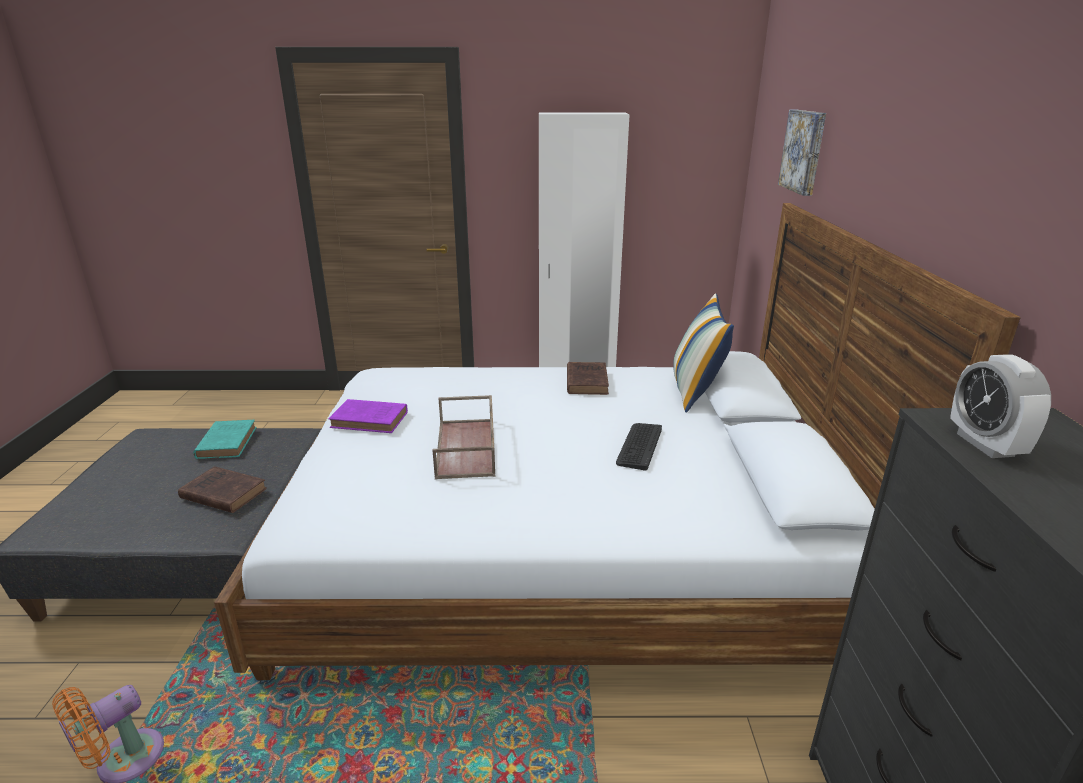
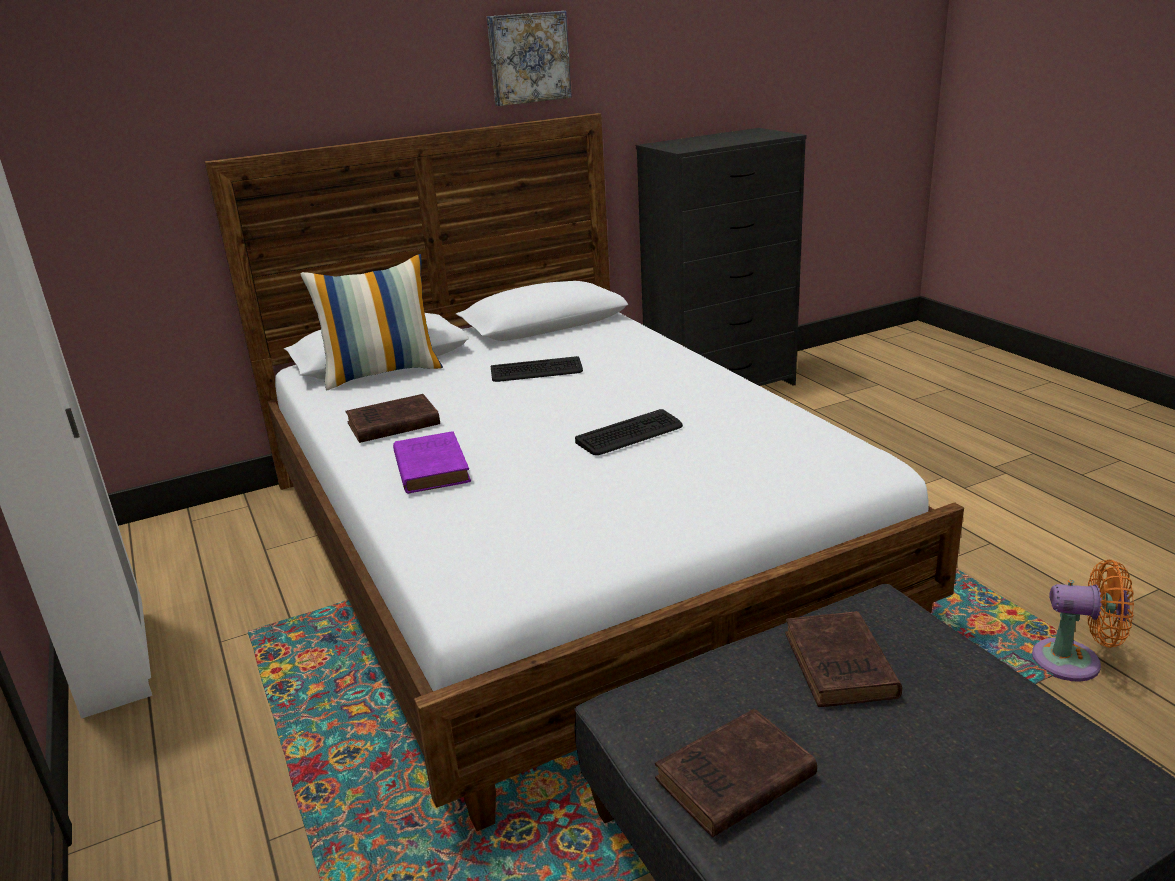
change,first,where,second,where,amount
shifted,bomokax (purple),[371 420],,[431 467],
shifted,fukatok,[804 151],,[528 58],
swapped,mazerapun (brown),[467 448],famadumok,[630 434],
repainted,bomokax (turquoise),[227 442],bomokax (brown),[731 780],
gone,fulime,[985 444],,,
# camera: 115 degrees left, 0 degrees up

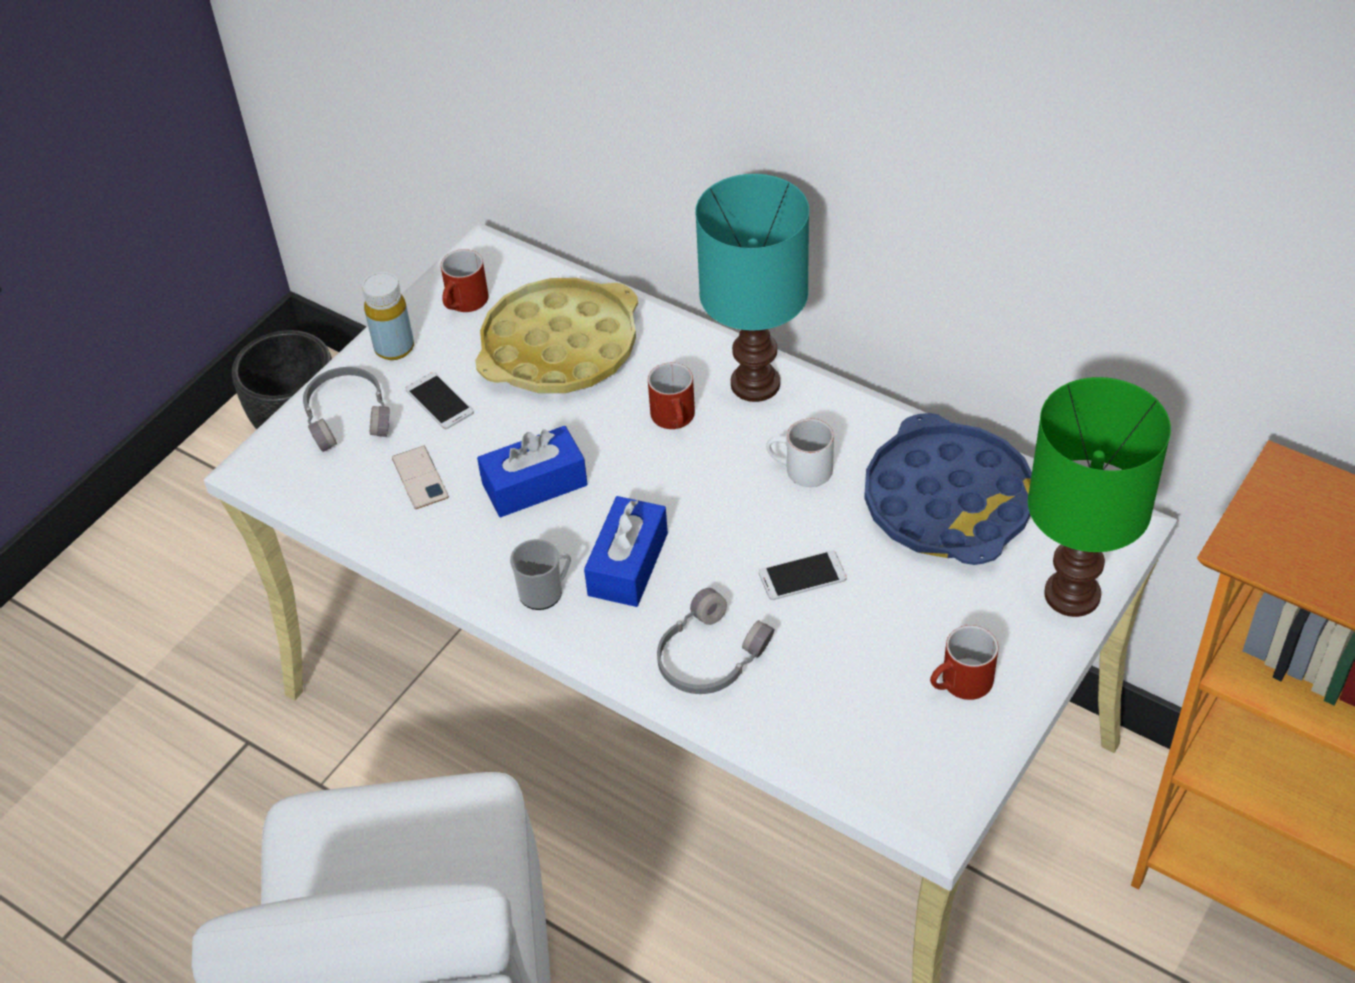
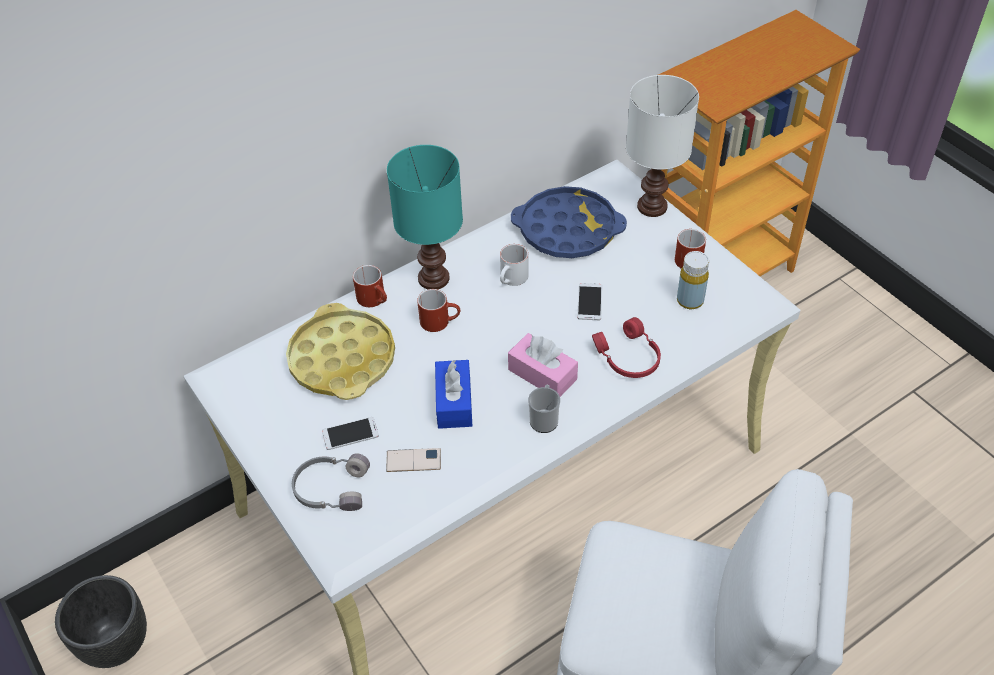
change,first,where,second,where,amount
shifted,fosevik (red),[465 304],,[375 299],
repainted,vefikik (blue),[628 564],vefikik (pink),[542 374],
repainted,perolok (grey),[708 656],perolok (red),[628 357],
repainted,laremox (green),[1072 596],laremox (white),[653 207],
shifted,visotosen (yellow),[394 348],,[690 300],
# camera: 70 degrees left, 0 degrees up

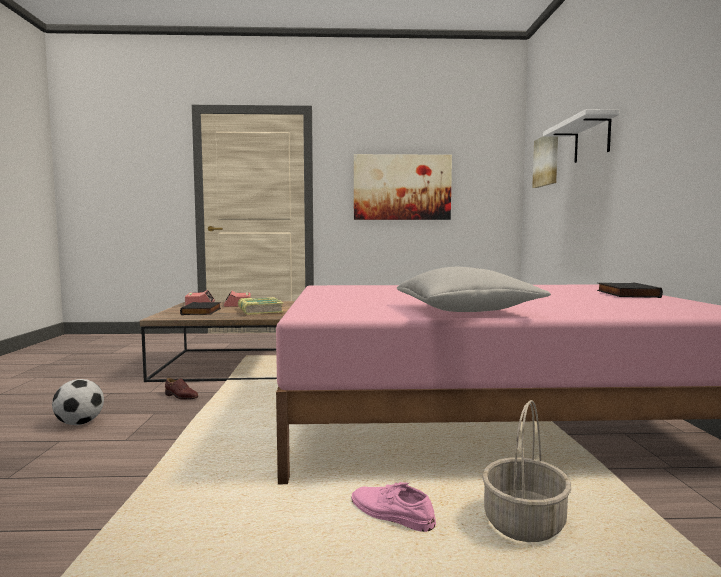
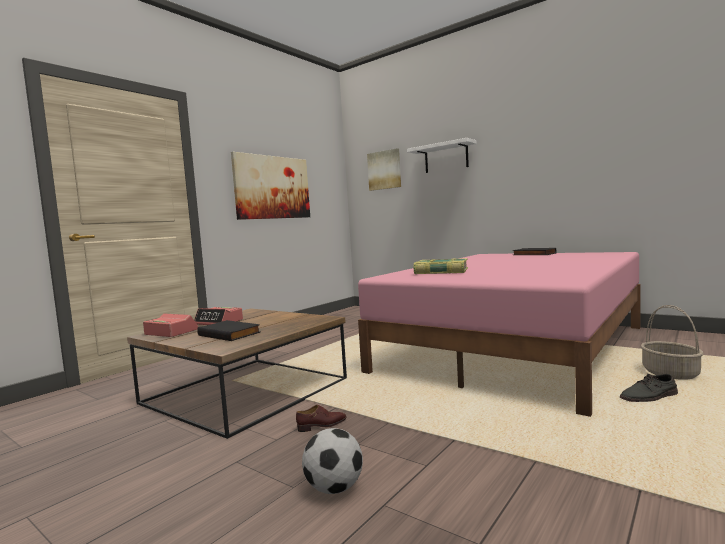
change,first,where,second,where,amount
shifted,bomokax,[259 311],,[441 272],
repainted,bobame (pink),[390 514],bobame (grey),[649 397],
gone,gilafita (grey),[466 310],,,
# camera: 50 degrees left, 0 degrees up

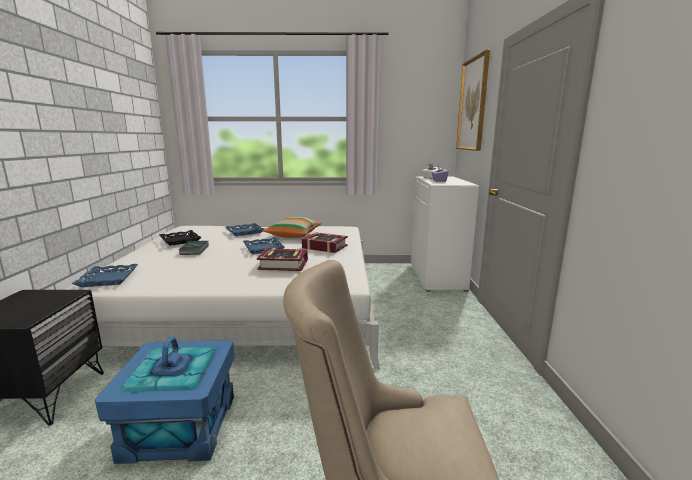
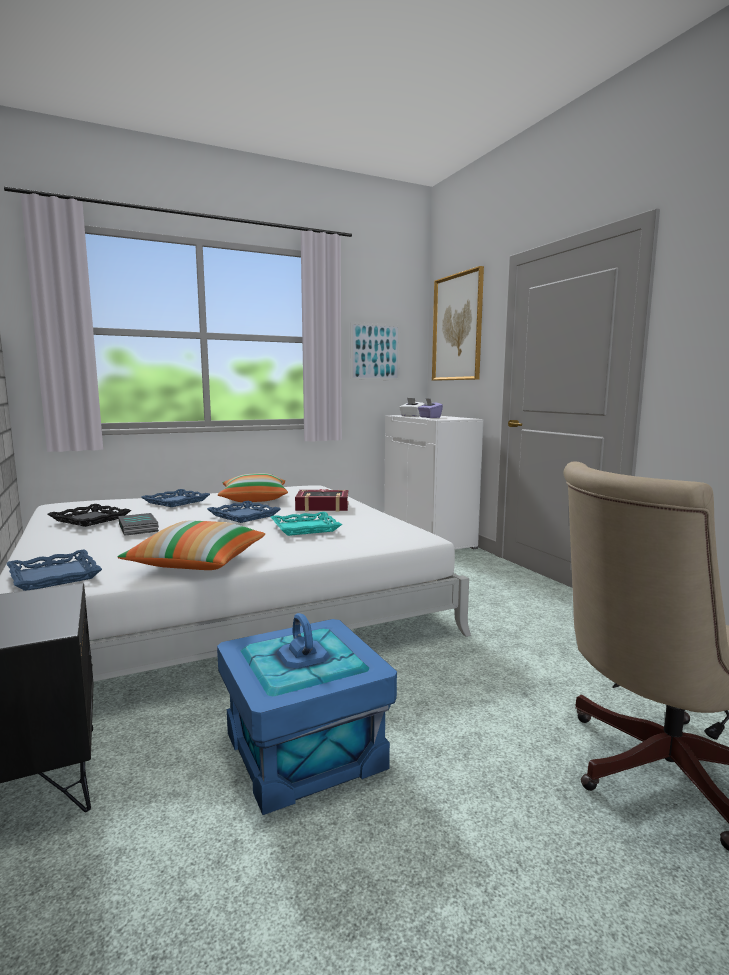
change,first,where,second,where,amount
new,,,gilafita,[198 563],
swapped,bomokax,[283 264],mazerapun (turquoise),[305 528],
new,,,fukatok,[375 352],
# camera: 25 degrees left, 5 degrees down

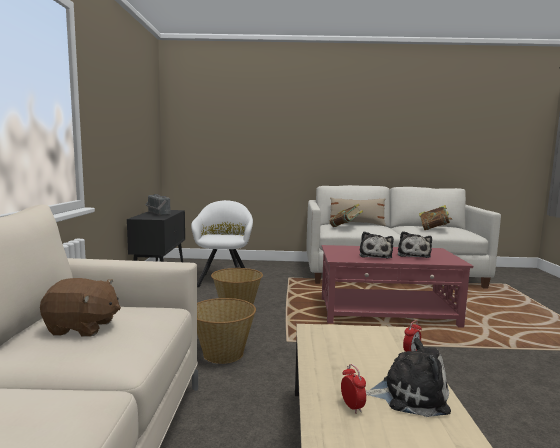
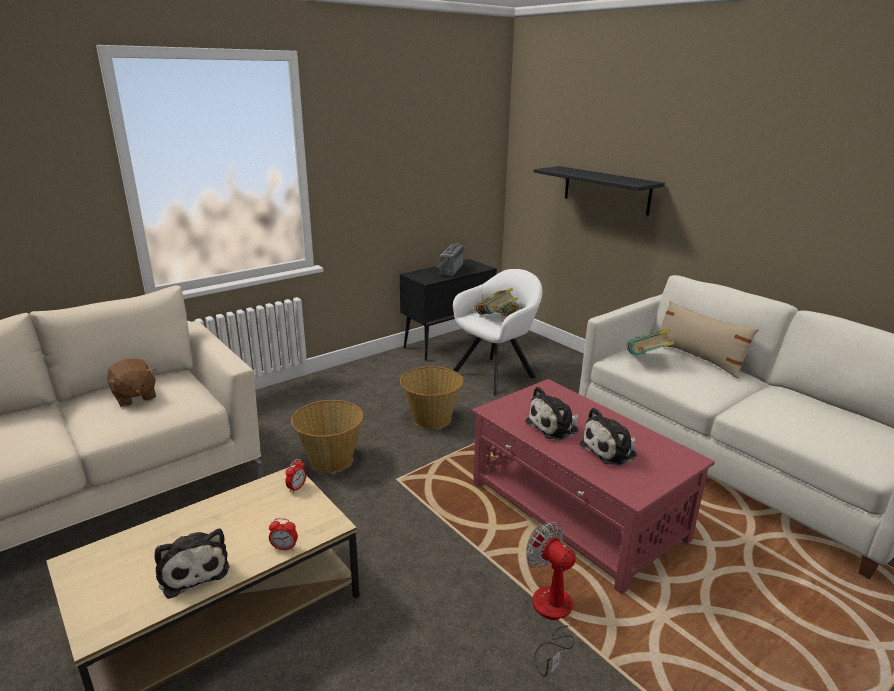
change,first,where,second,where,amount
shifted,fulime,[352 406],,[297 488],
shifted,bomokax,[434 229],,[495 317],
new,,,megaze,[551 616],
new,,,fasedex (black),[606 190],
# camera: 50 degrees right, 15 degrees up

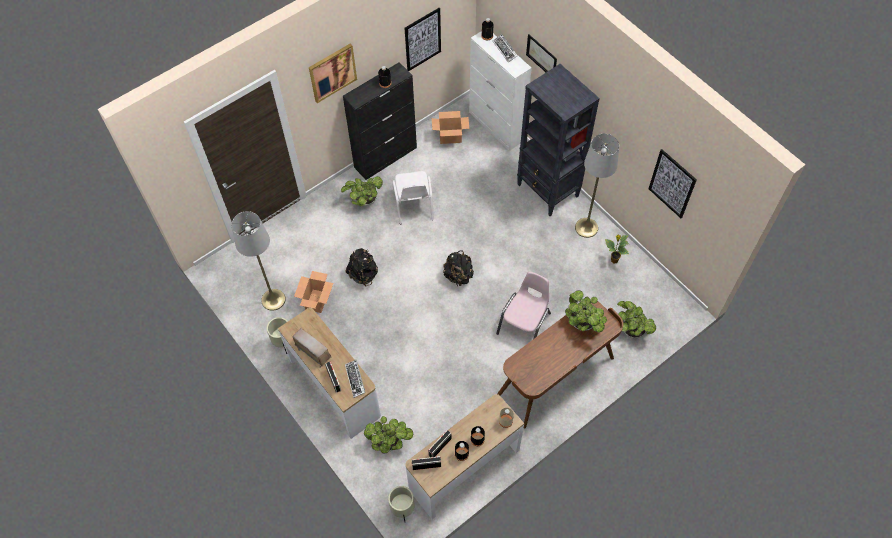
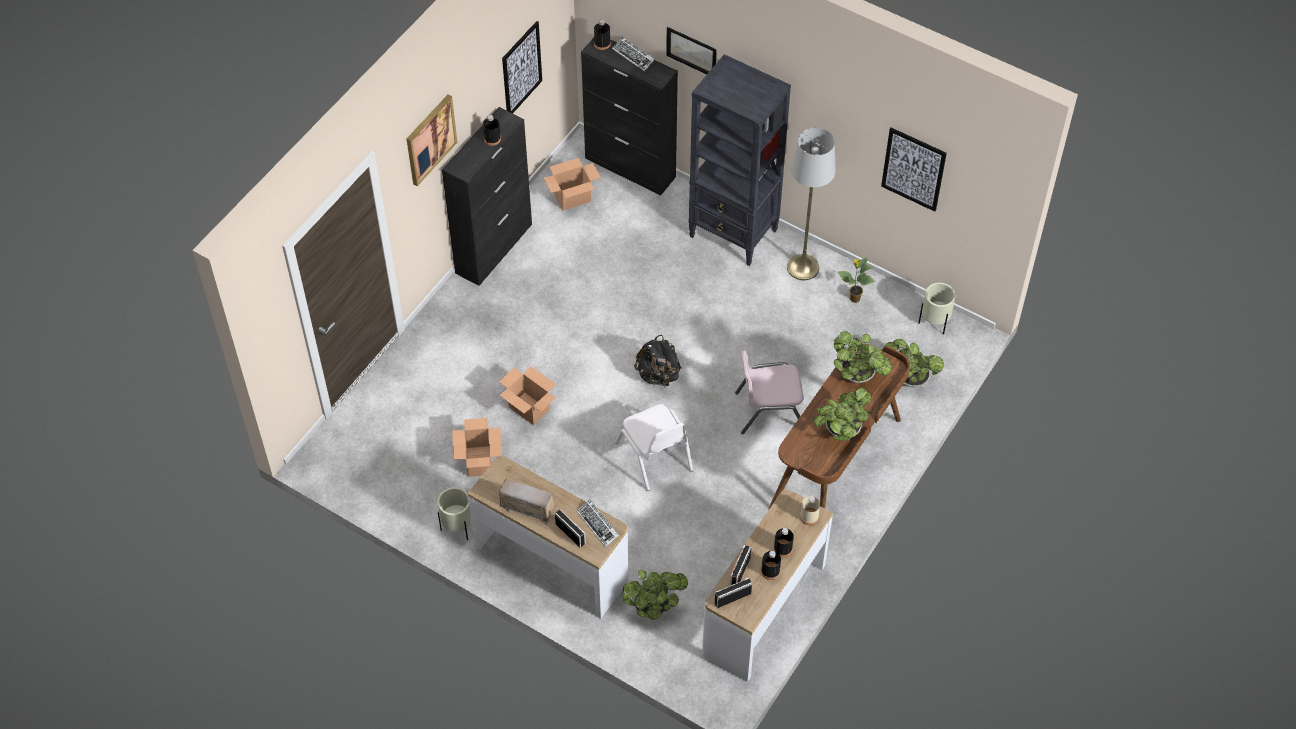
change,first,where,second,where,amount
swapped,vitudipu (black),[363 274],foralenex,[528 408],
repainted,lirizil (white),[496 127],lirizil (black),[630 168],
shifted,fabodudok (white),[413 204],,[654 456],
rotated,fabodudok (pink),[524 323],,[770 410],105 degrees counterclockwise
shifted,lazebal,[364 201],,[840 432],
shifted,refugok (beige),[403 509],,[934 323],
gone,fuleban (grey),[273 299],,,
# camera: 20 degrees left, 5 degrees down

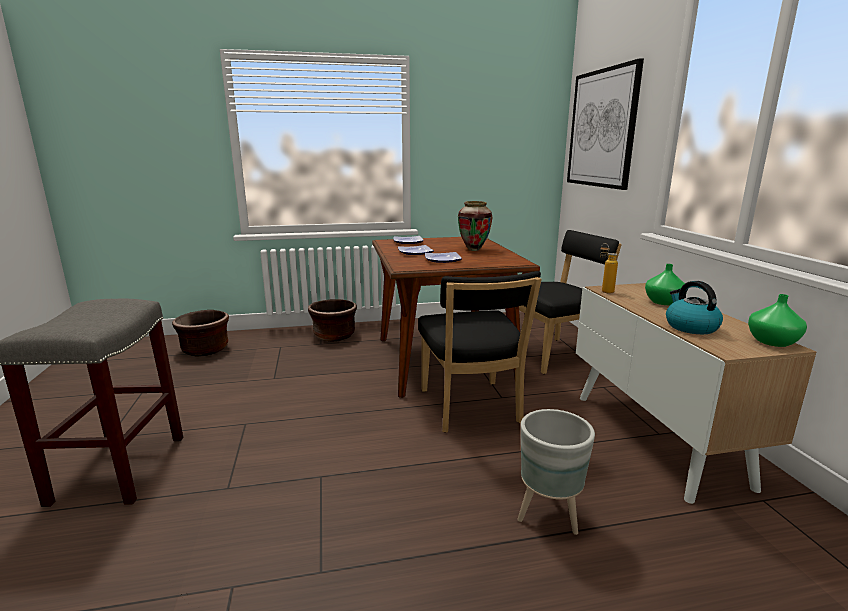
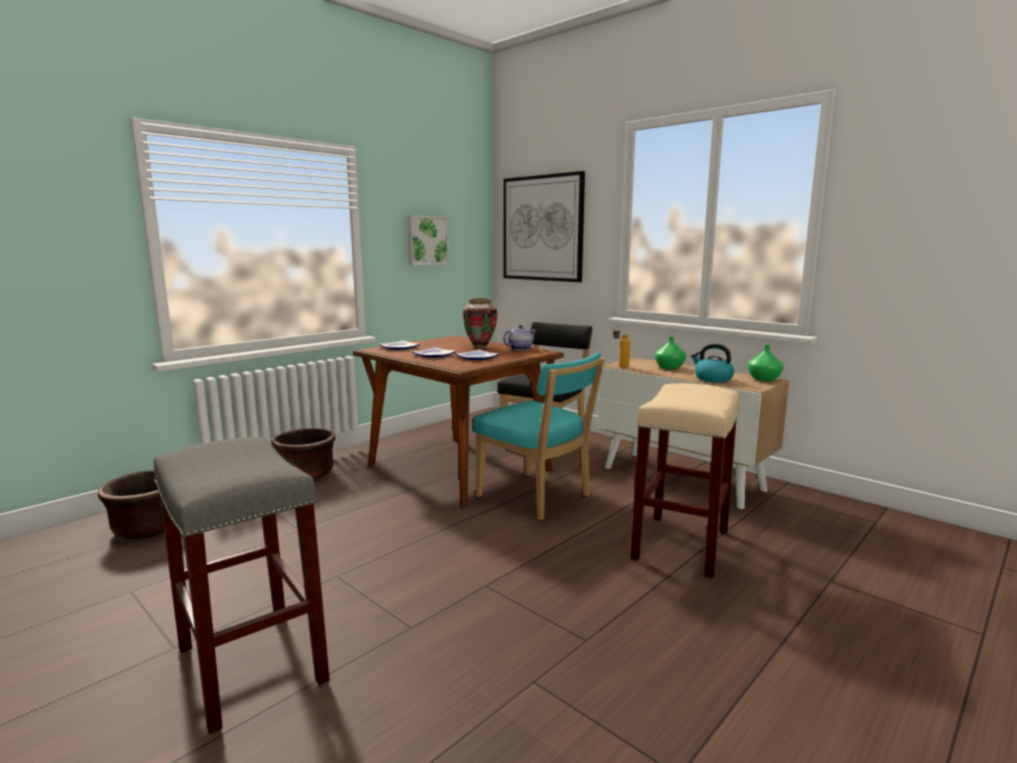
change,first,where,second,where,amount
new,,,fukatok,[426 240],
repainted,fabodudok (black),[471 409],fabodudok (turquoise),[537 498],
new,,,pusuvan,[520 348],
swapped,refugok (grey),[548 516],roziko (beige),[681 545],
# camera: 35 degrees left, 5 degrees down

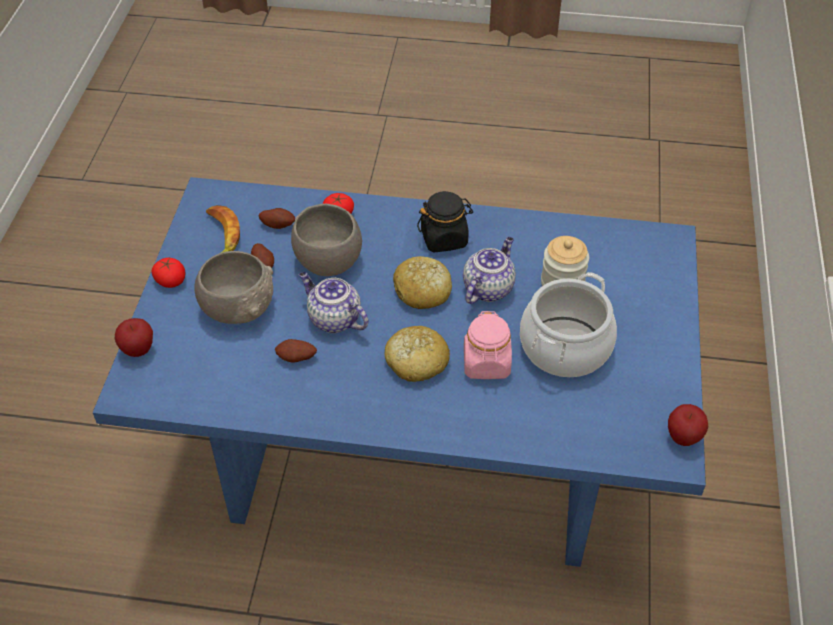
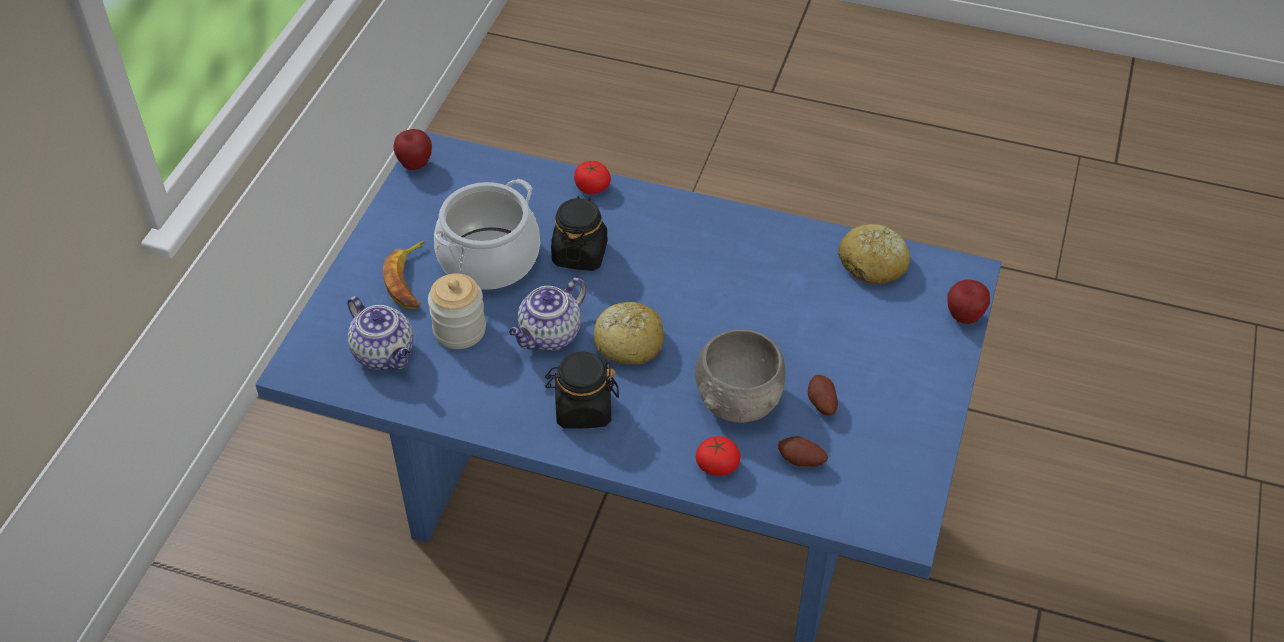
change,first,where,second,where,amount
shifted,pusuvan,[333 319],,[385 354],
shifted,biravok,[220 235],,[409 280],
repainted,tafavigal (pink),[486 363],tafavigal (black),[579 253],
shifted,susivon,[171 280],,[592 187],
shifted,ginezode,[416 361],,[873 264],
gone,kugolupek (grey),[238 308],,,
gone,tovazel,[296 359],,,
# camera: 170 degrees left, 0 degrees up

